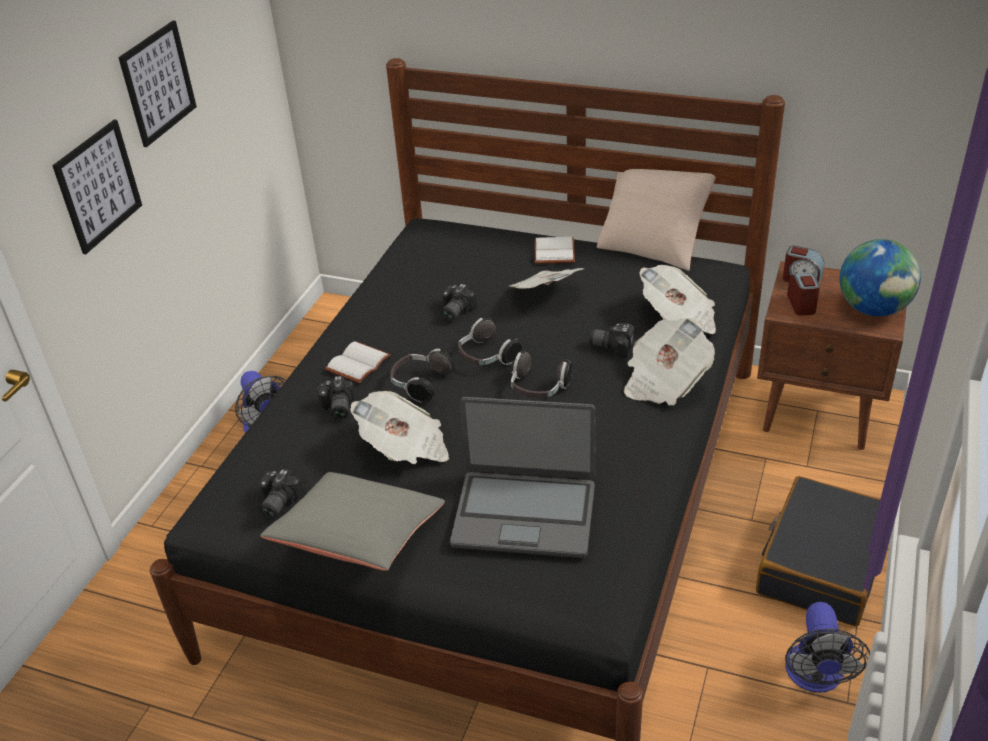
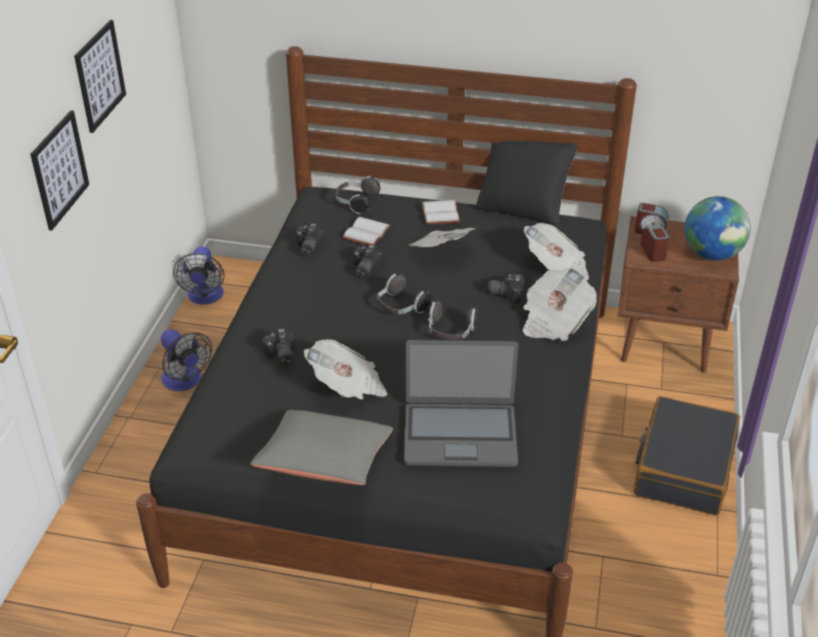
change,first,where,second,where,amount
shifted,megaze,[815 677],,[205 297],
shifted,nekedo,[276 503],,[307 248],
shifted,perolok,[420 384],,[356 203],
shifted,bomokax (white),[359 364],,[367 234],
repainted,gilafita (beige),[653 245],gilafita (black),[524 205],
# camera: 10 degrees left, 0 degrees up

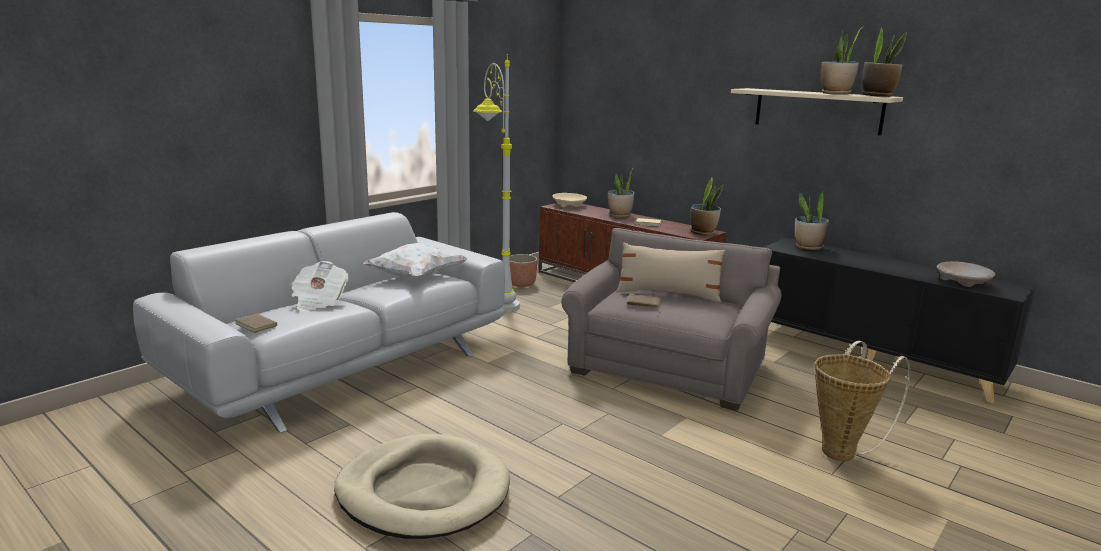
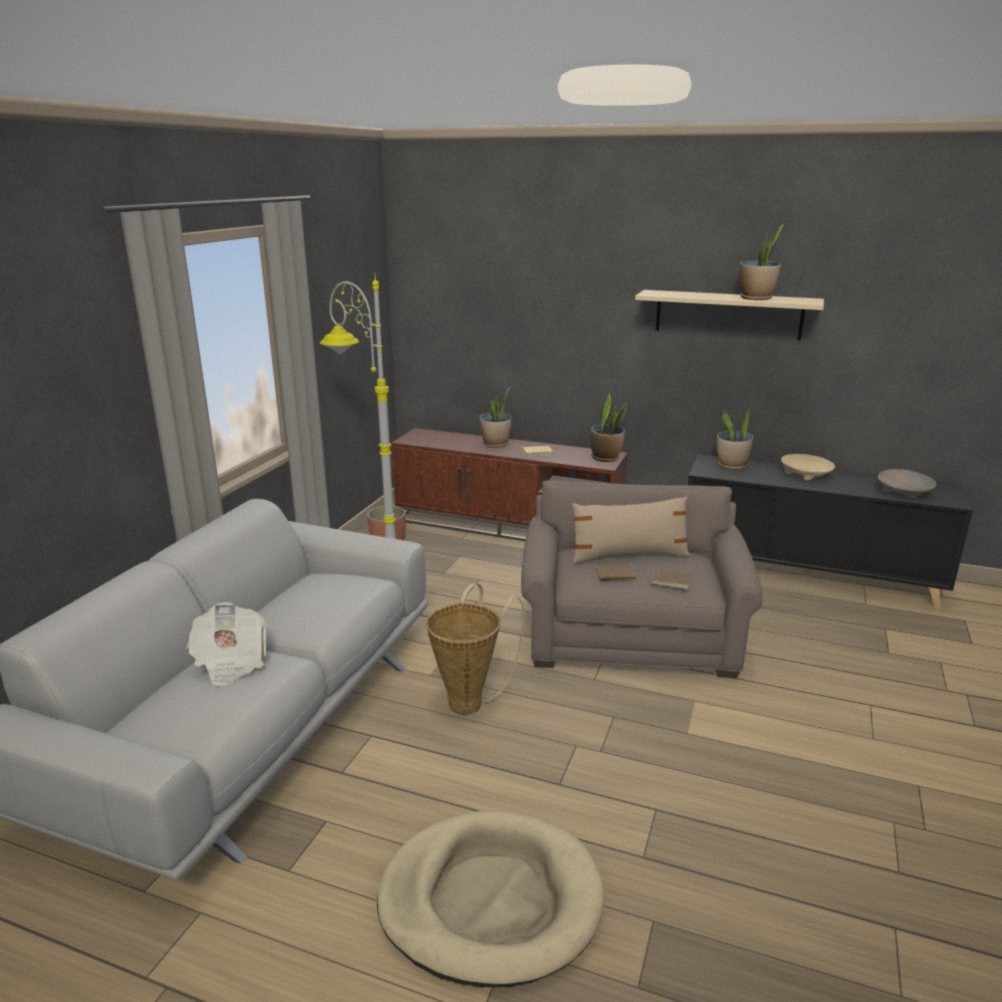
change,first,where,second,where,amount
shifted,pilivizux,[843 451],,[470 701],
shifted,bomokax (brown),[257 325],,[671 580],
shifted,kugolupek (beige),[569 205],,[805 474],
gone,gilafita (white),[416 277],,,
gone,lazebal,[877 96],,,
# camera: 20 degrees left, 5 degrees up

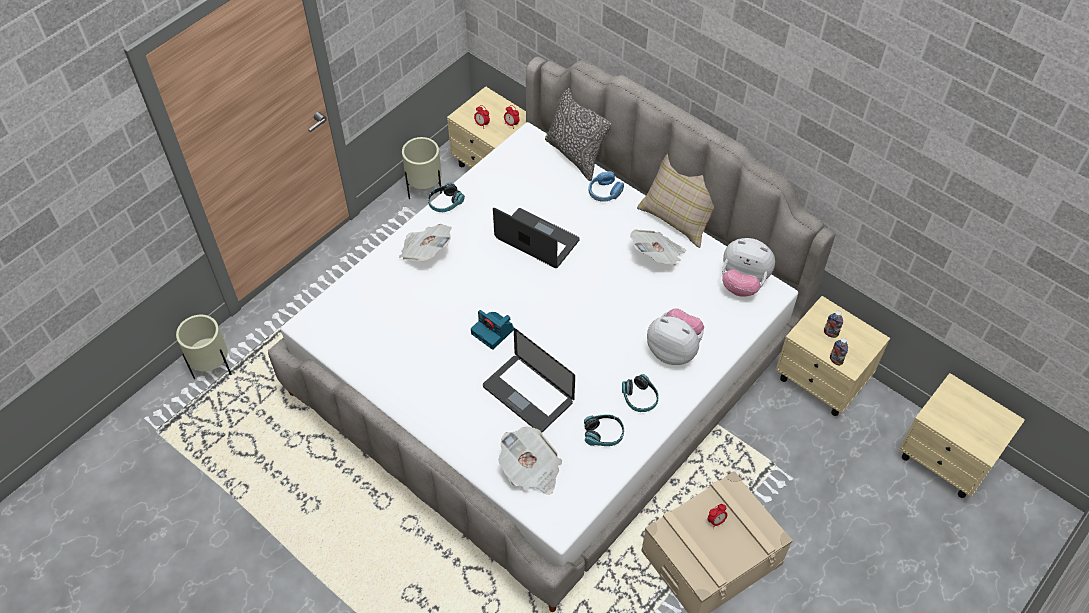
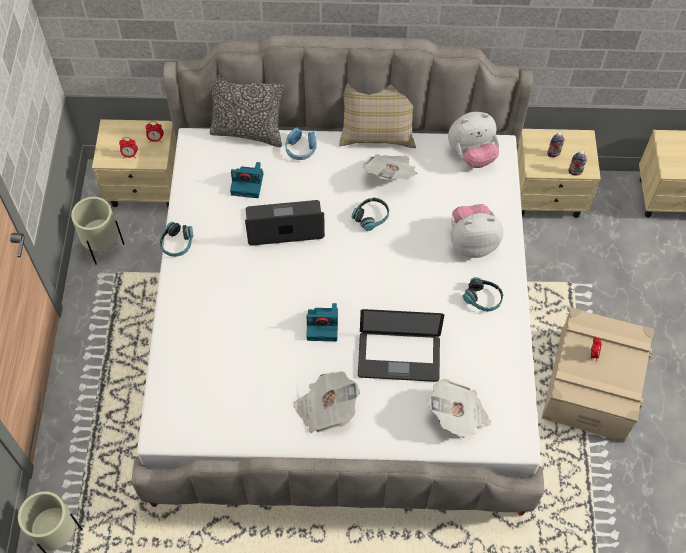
change,first,where,second,where,amount
new,,,nekedo,[248 184],
shifted,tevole,[426 251],,[325 408],
shifted,perolok,[603 434],,[371 217],
# camera: 40 degrees left, 5 degrees up

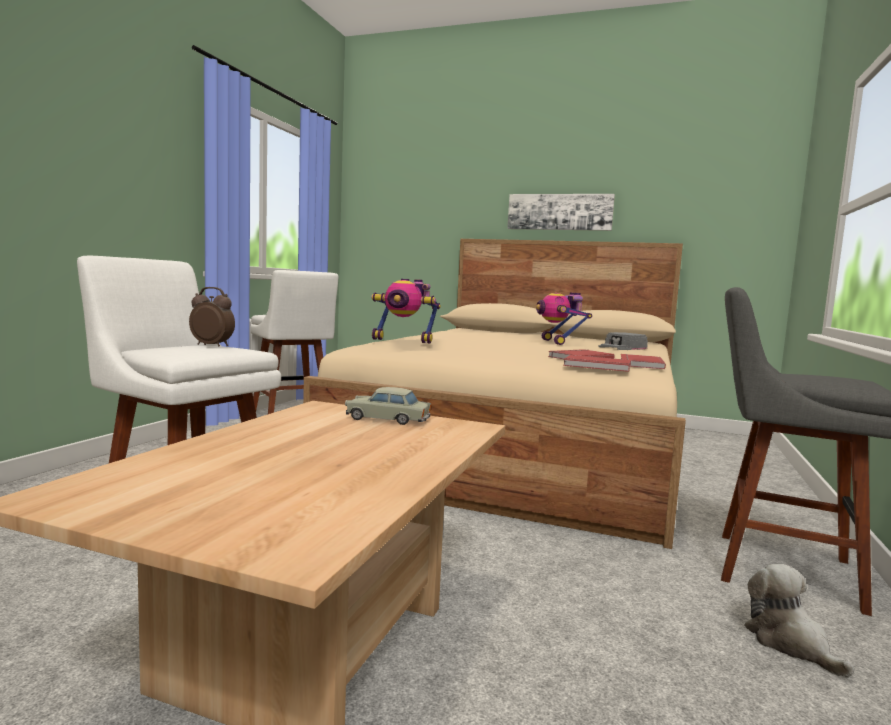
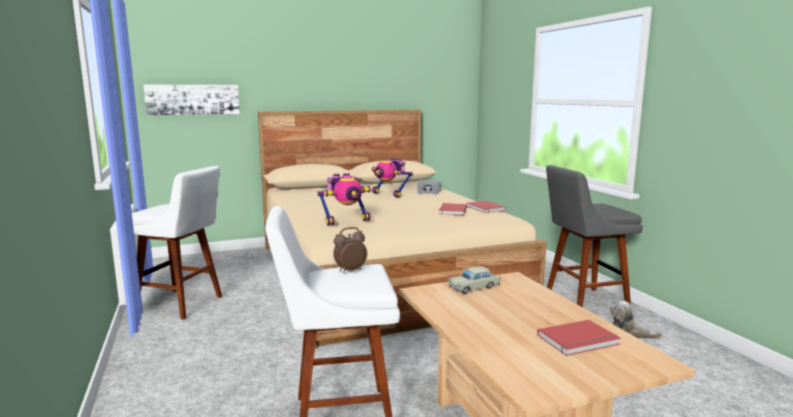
change,first,where,second,where,amount
shifted,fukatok,[559 212],,[193 99],
shifted,bomokax (red),[597 366],,[579 341],
# camera: 40 degrees left, 5 degrees up

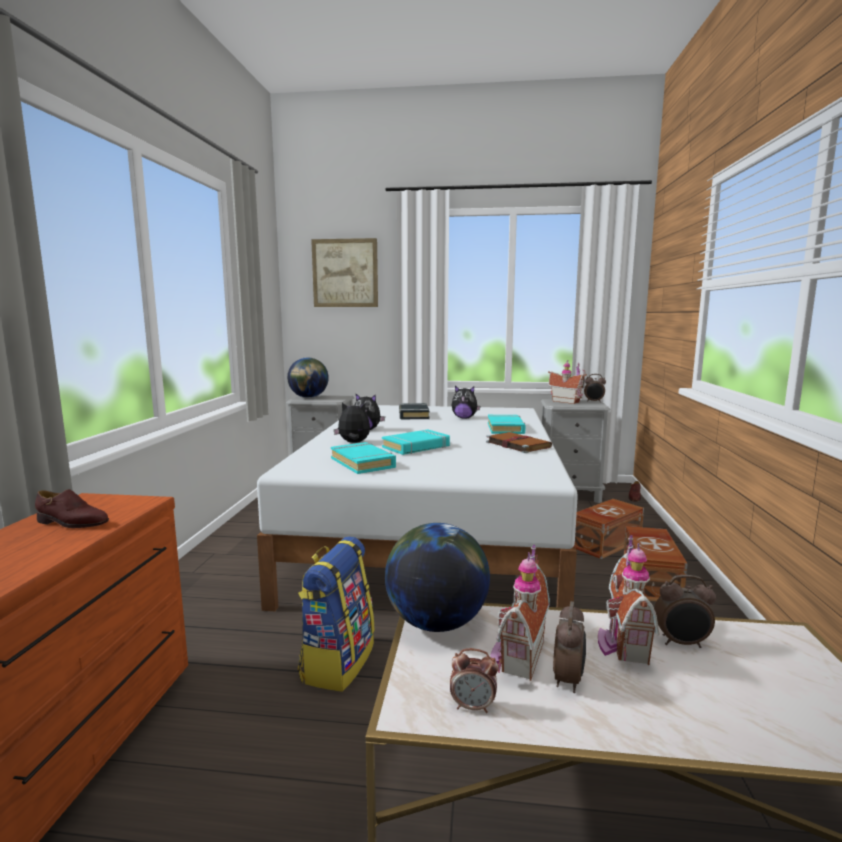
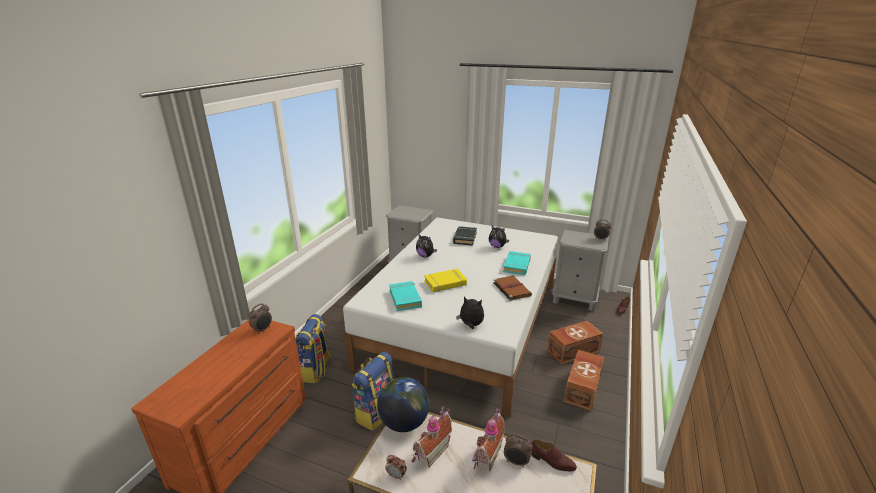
change,first,where,second,where,amount
shifted,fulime,[568 680],,[263 330],
new,,,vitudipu,[316 370],
repainted,bomokax (turquoise),[416 447],bomokax (yellow),[445 283],
shifted,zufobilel,[354 443],,[471 325],
shifted,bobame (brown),[72 523],,[552 461],
gone,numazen,[308 397],,,
gone,fukatok,[345 273],,,
gone,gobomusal,[566 401],,,
# camera: 15 degrees right, 15 degrees up

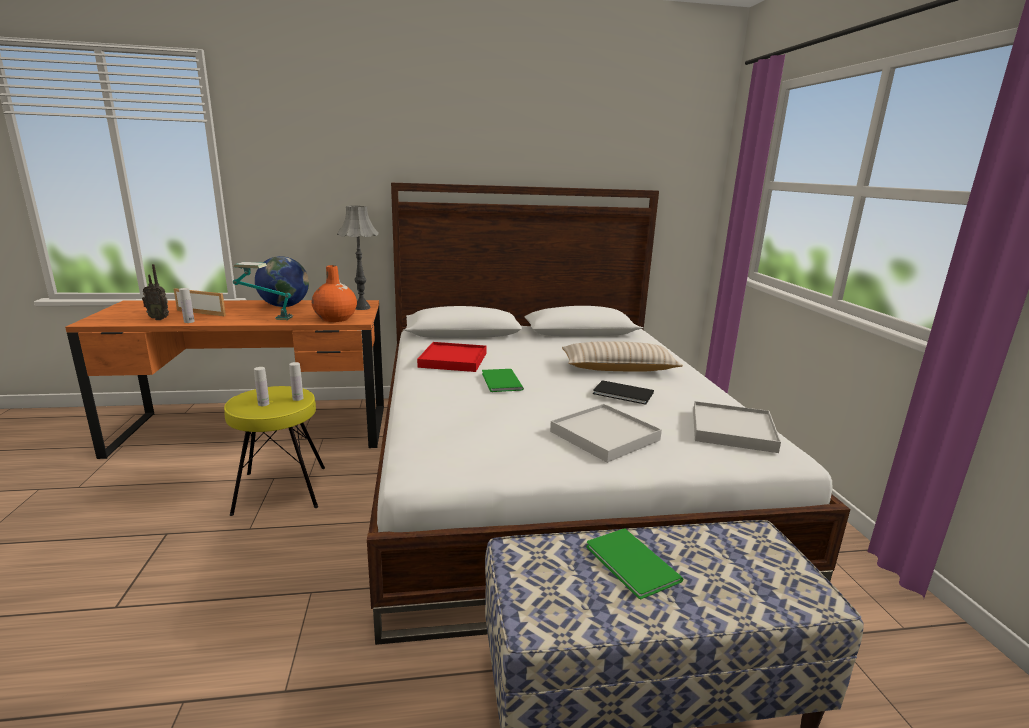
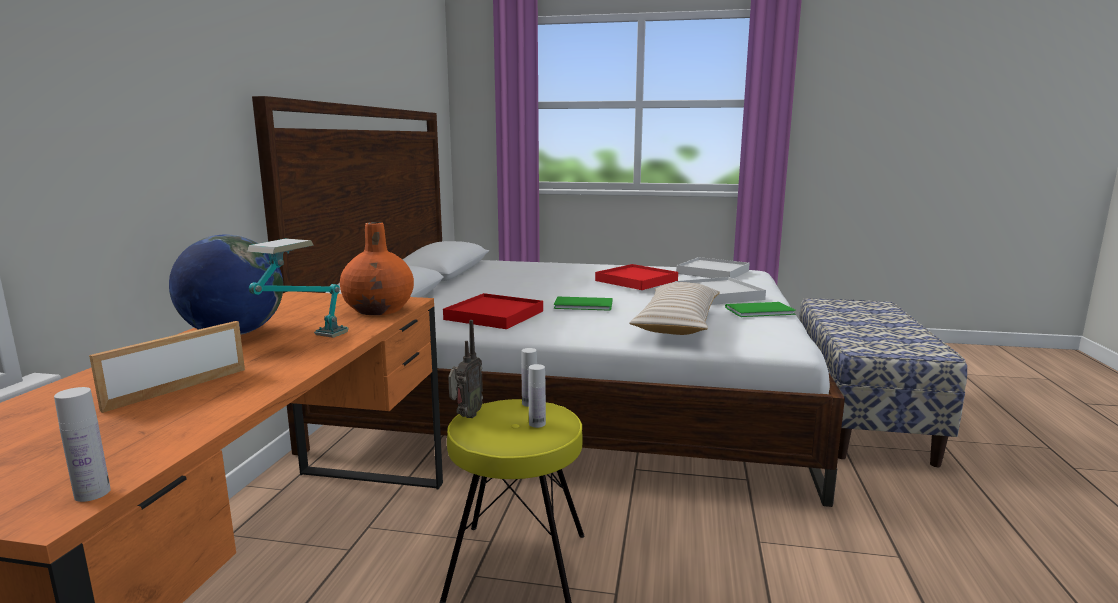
change,first,where,second,where,amount
shifted,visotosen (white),[189 321],,[92 493],
shifted,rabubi,[159 319],,[465 416],
swapped,bomokax (black),[624 394],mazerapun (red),[636 281],
shifted,gilafita (beige),[618 368],,[677 323],
shifted,bomokax (green),[631 565],,[762 311],
gone,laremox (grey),[361 308],,,
# camera: 70 degrees left, 5 degrees down

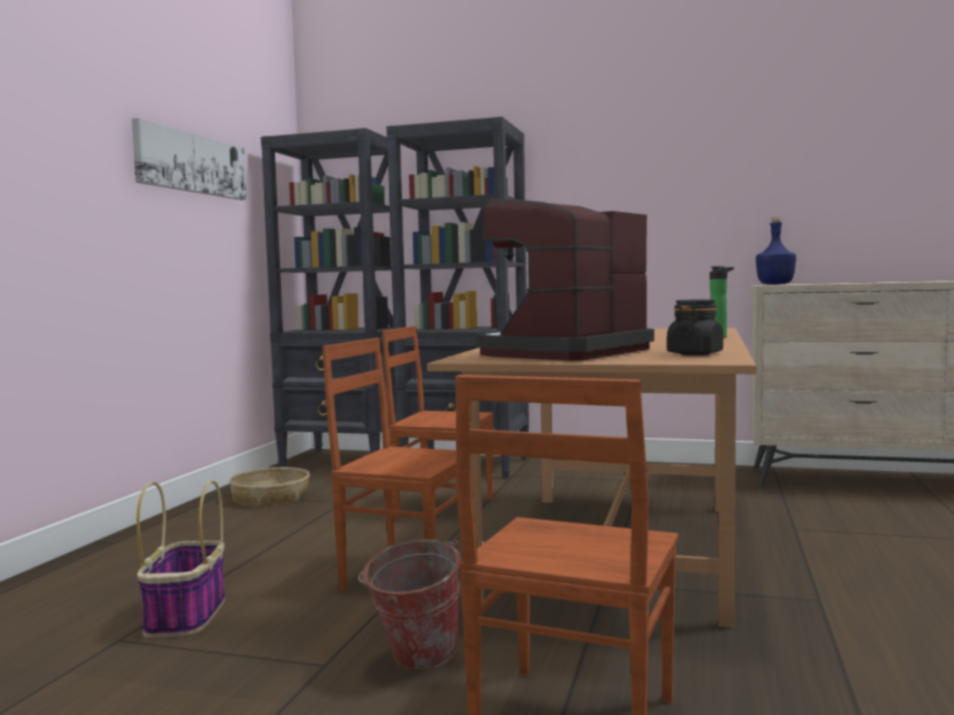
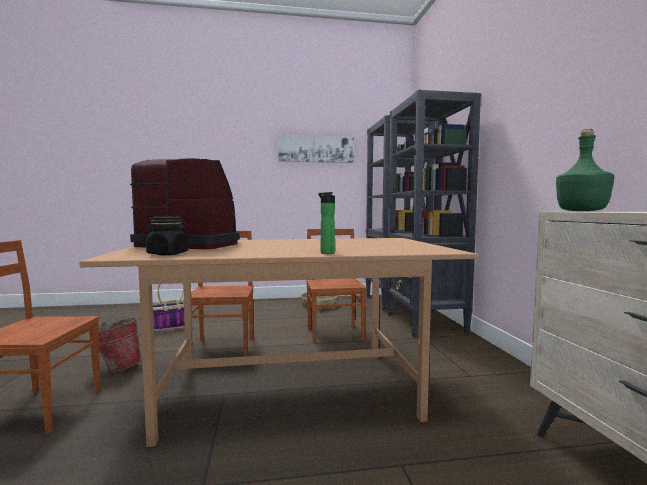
change,first,where,second,where,amount
repainted,visotosen (blue),[774 284],visotosen (green),[581 211],
# camera: 65 degrees right, 0 degrees up

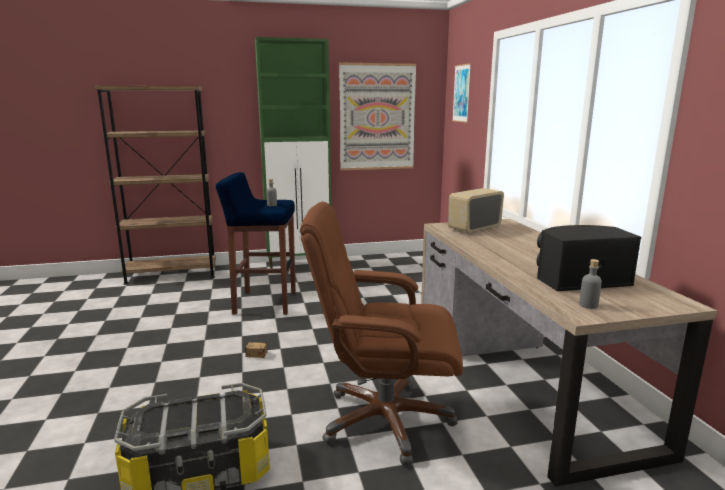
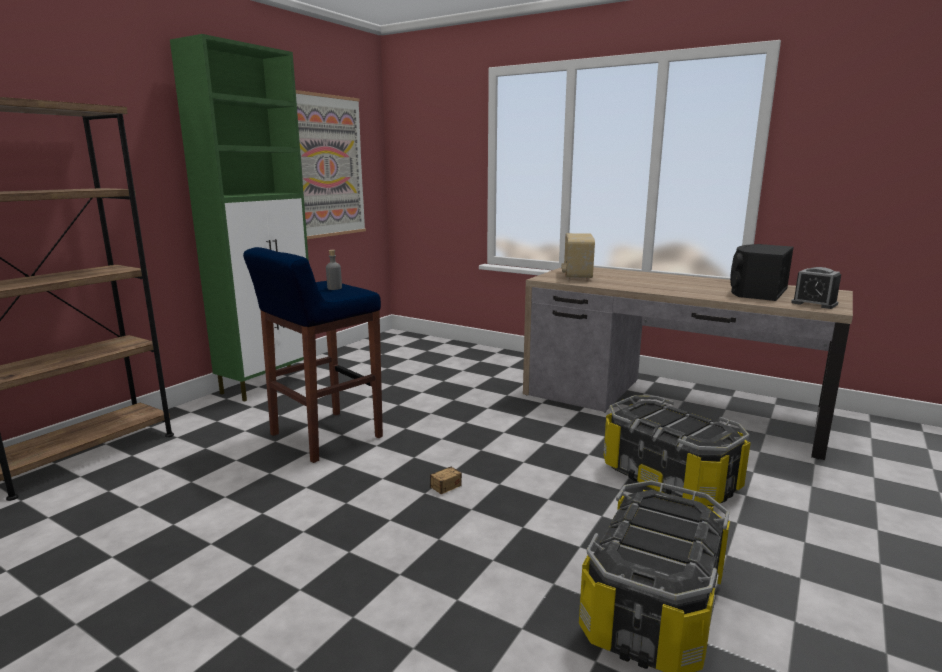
change,first,where,second,where,amount
swapped,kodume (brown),[384 420],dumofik,[668 479],
swapped,visotosen (grey),[588 305],fulime,[814 303],
gone,fukatok,[461 93],,,
# camera: 45 degrees left, 0 degrees up

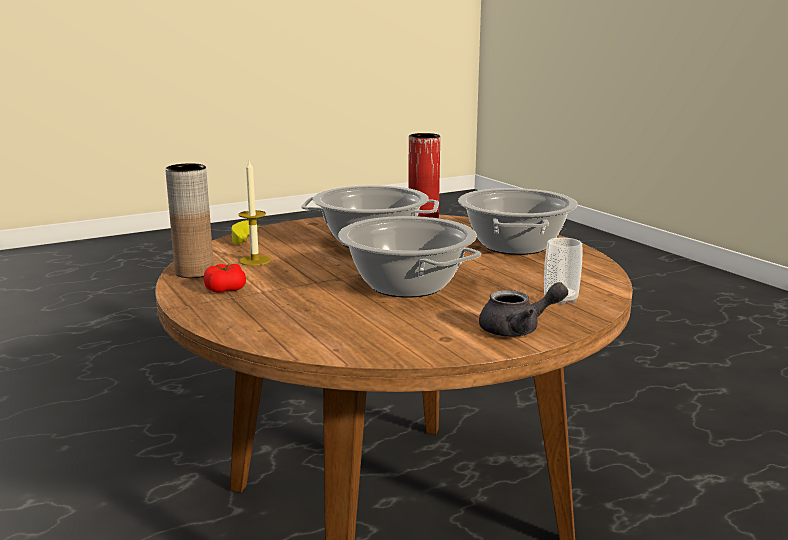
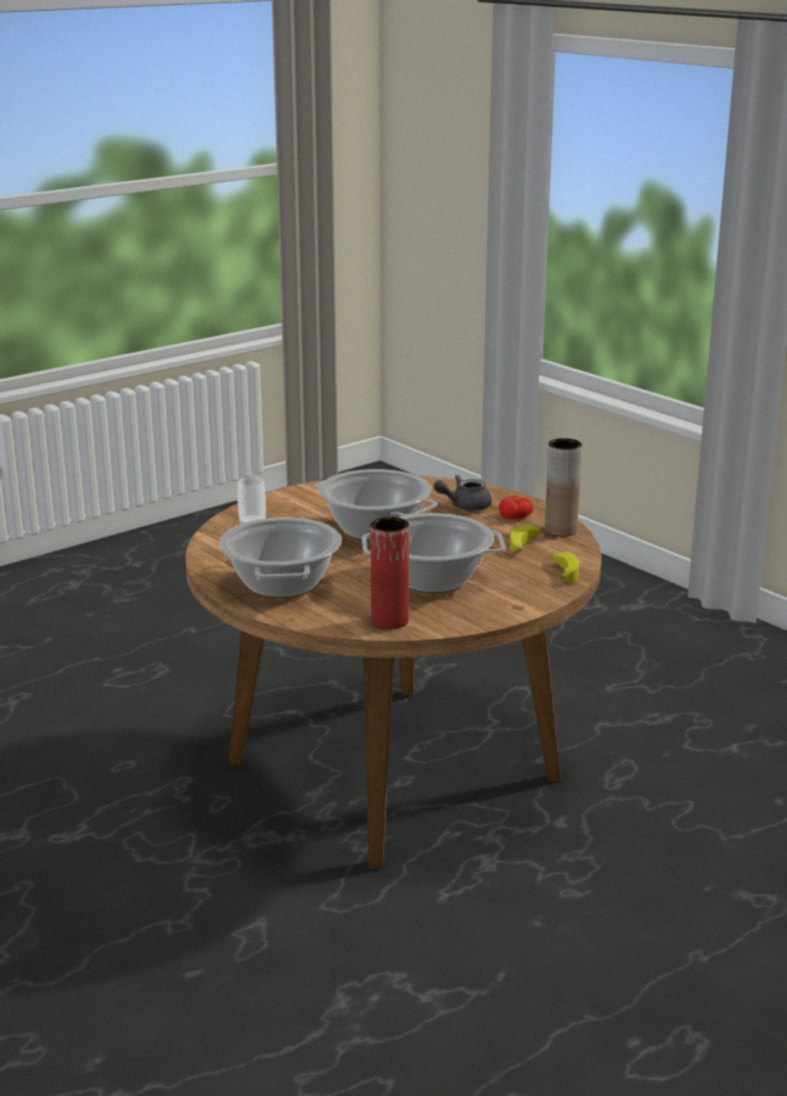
change,first,where,second,where,amount
shifted,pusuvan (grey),[518 329],,[464 506],
swapped,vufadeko,[255 260],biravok,[524 546],
# camera: 170 degrees right, 5 degrees up

